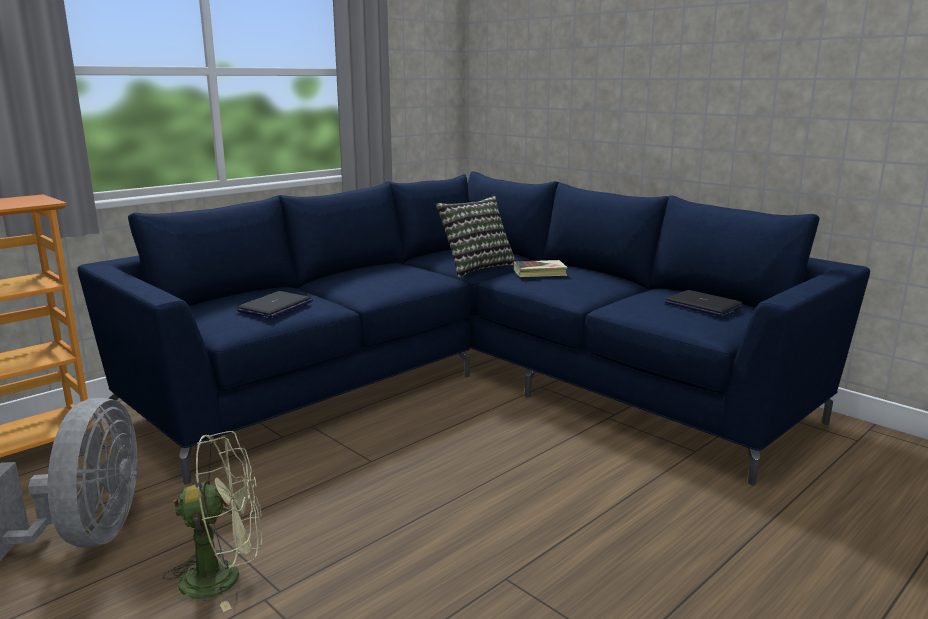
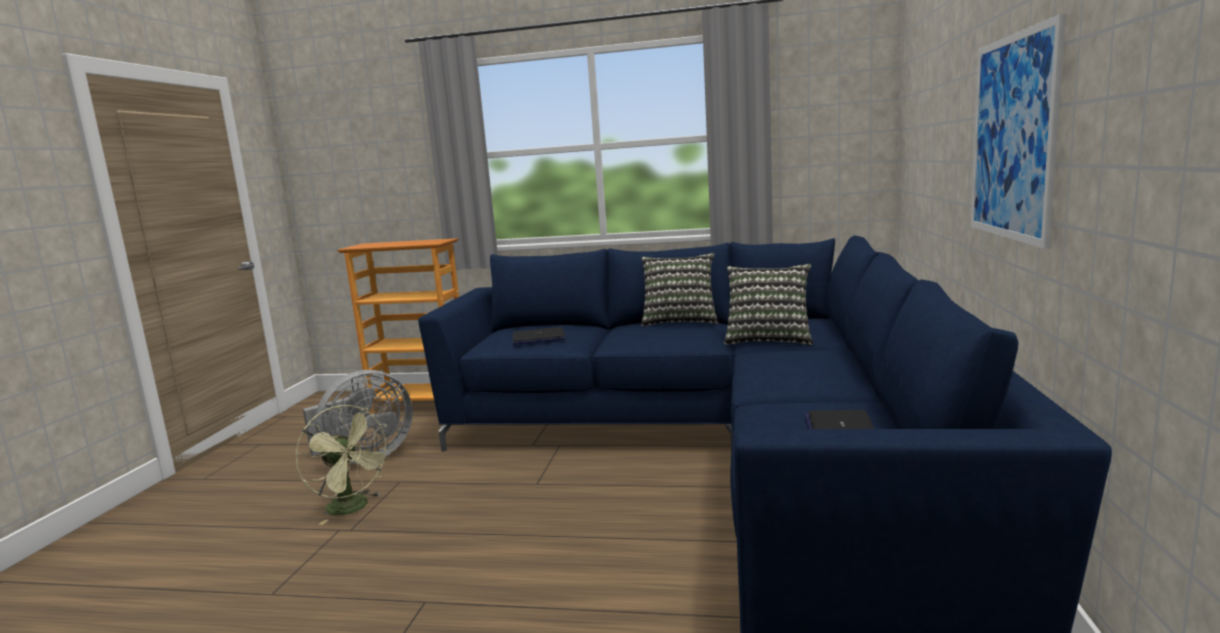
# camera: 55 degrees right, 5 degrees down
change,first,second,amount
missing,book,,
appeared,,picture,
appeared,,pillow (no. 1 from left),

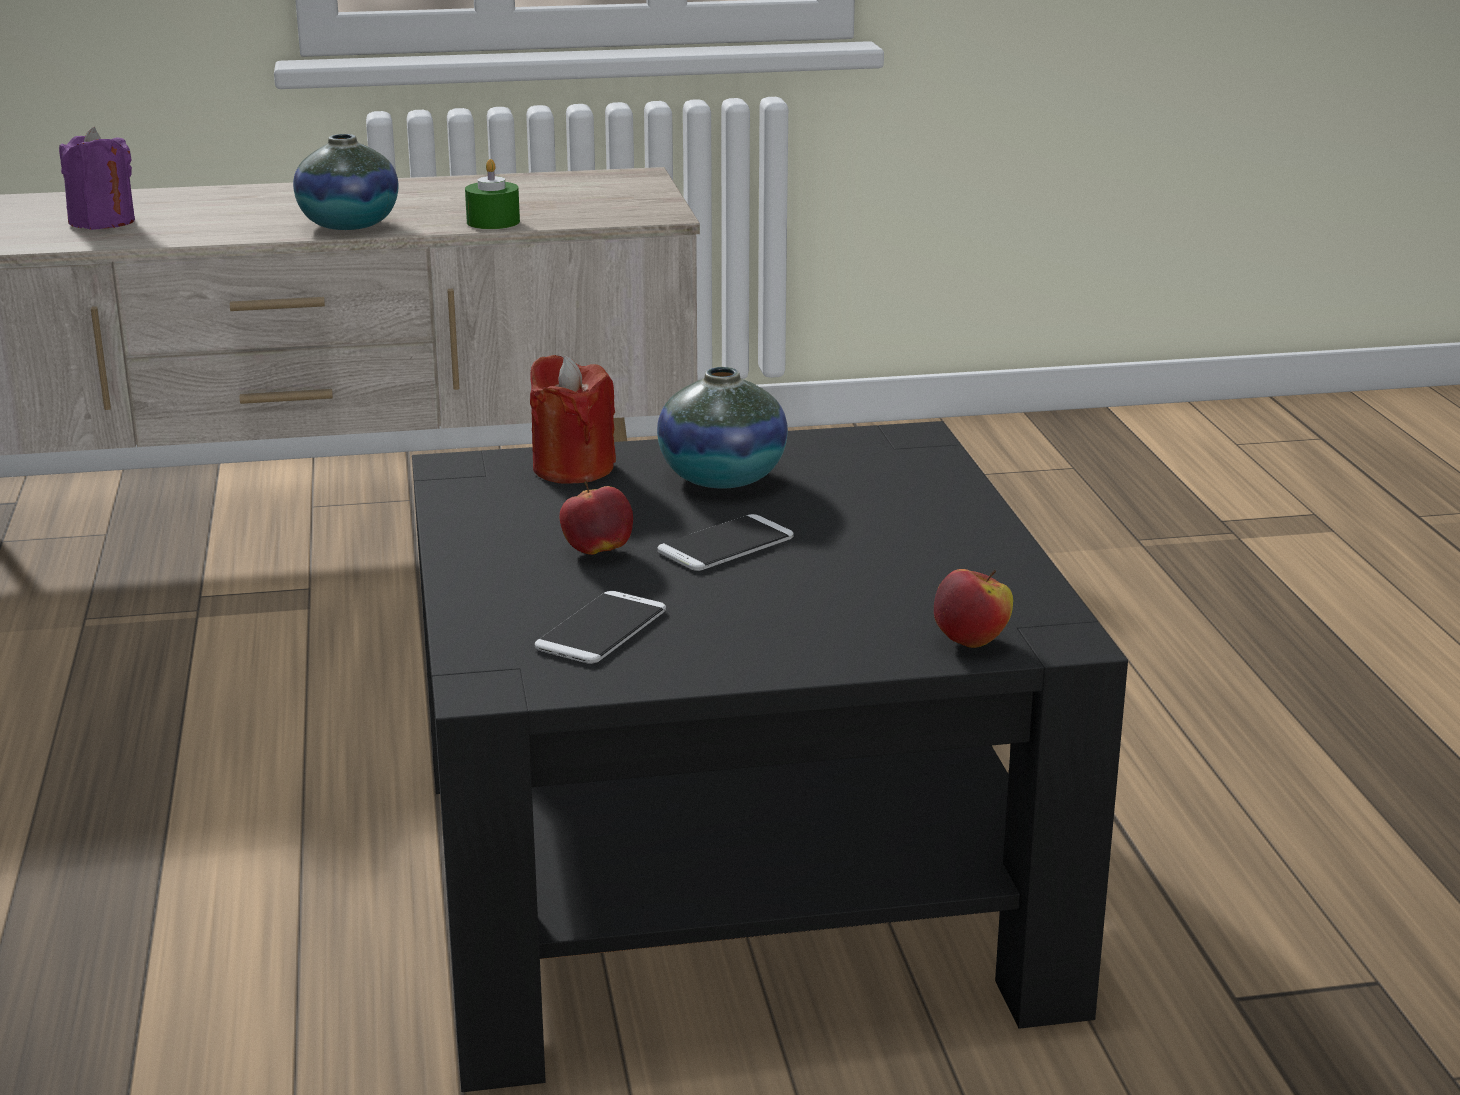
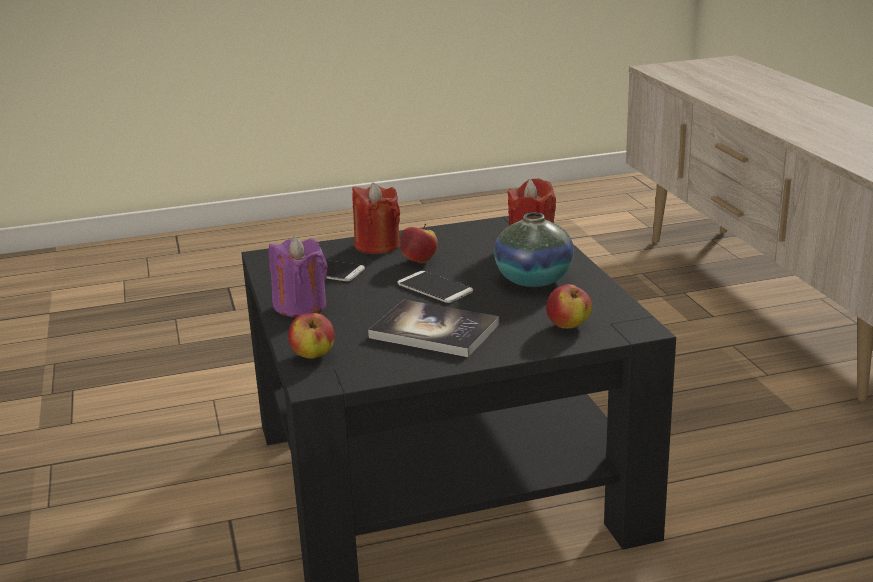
# camera: 85 degrees right, 0 degrees up
change,first,second,amount
relocated,candle/purple,,
missing,vase (no. 1 from left),,
missing,candle/green,,
appeared,,candle/red (no. 1 from left),
appeared,,apple (no. 3 from left),
appeared,,book,

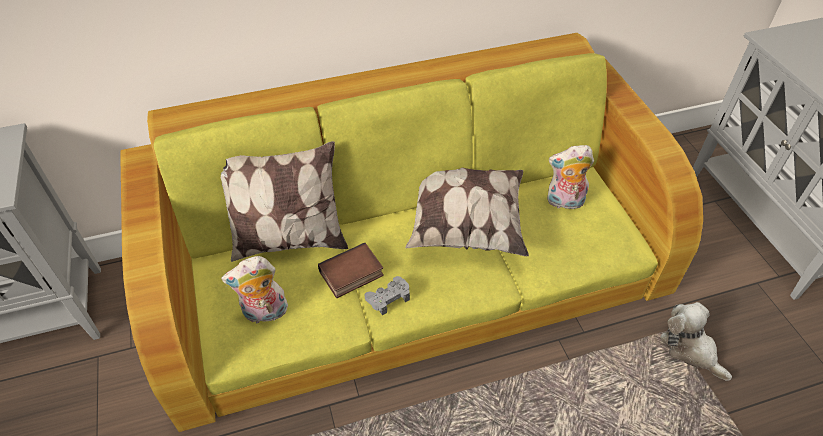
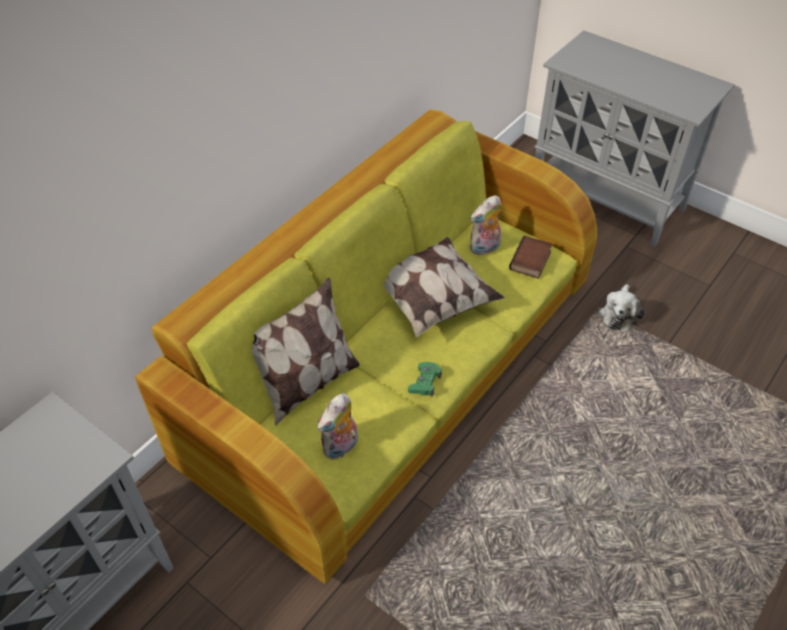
# camera: 35 degrees left, 0 degrees up
change,first,second,amount
relocated,book,,
colour,game controller/grey,game controller/green,
spun,plush toy (no. 3 from left),,90 degrees counterclockwise

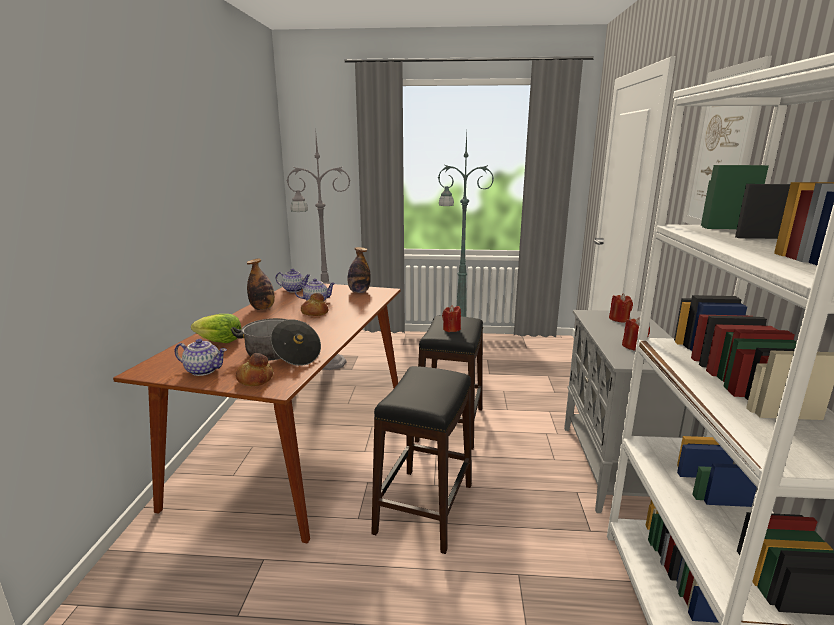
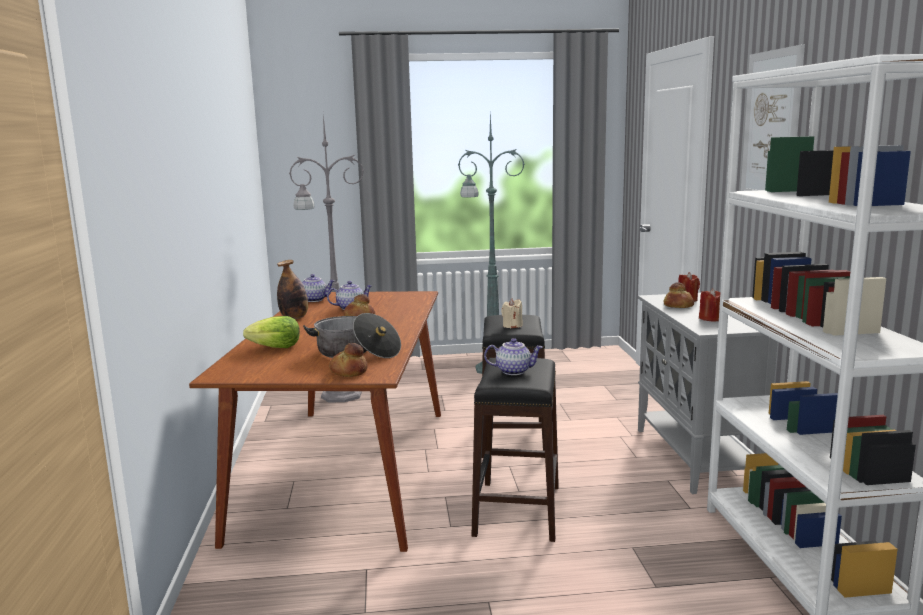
# camera: 10 degrees left, 5 degrees down
change,first,second,amount
missing,bottle (no. 2 from left),,
colour,candle/red (no. 1 from left),candle/beige,
relocated,teapot (no. 1 from left in the first image),teapot (no. 3 from left),
appeared,,bread (no. 3 from left),

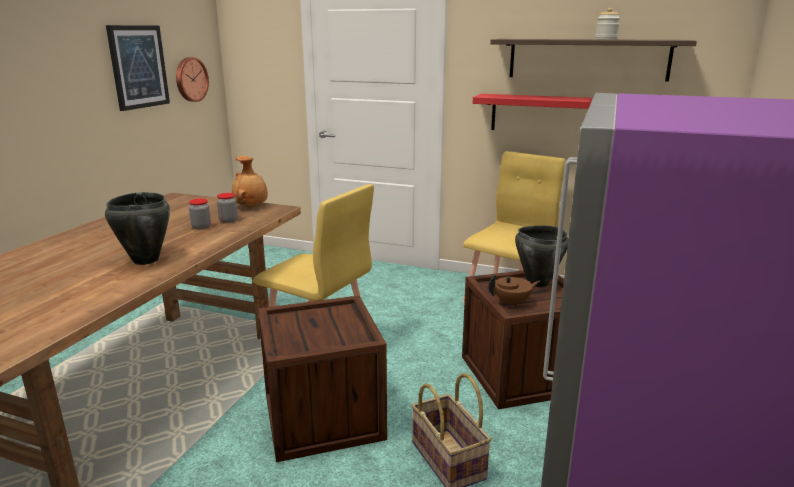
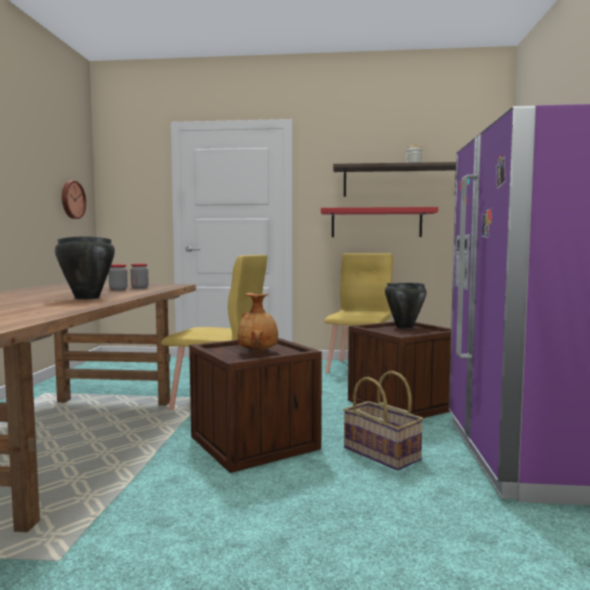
# camera: 15 degrees left, 15 degrees down
change,first,second,amount
missing,picture,,
relocated,vase/brown,,
missing,teapot/brown,,

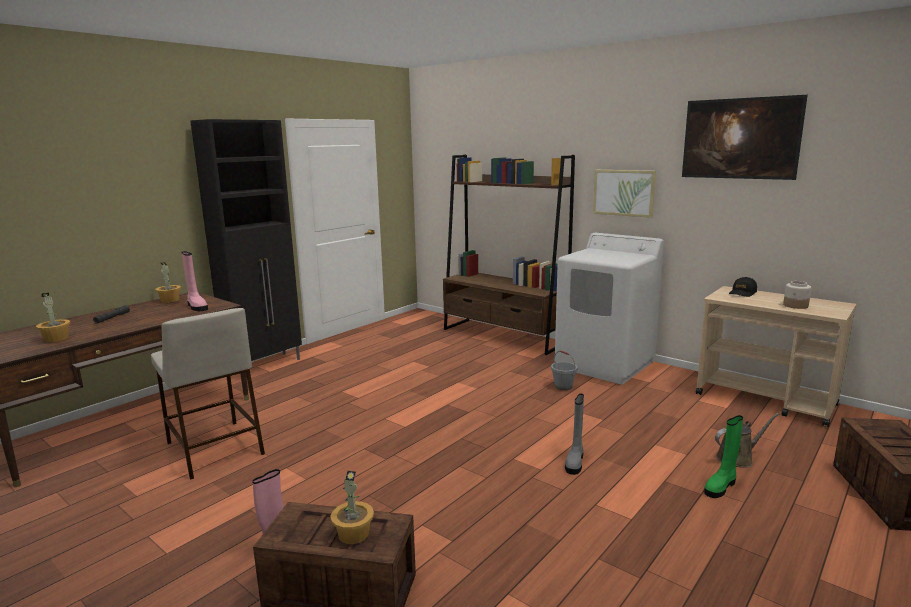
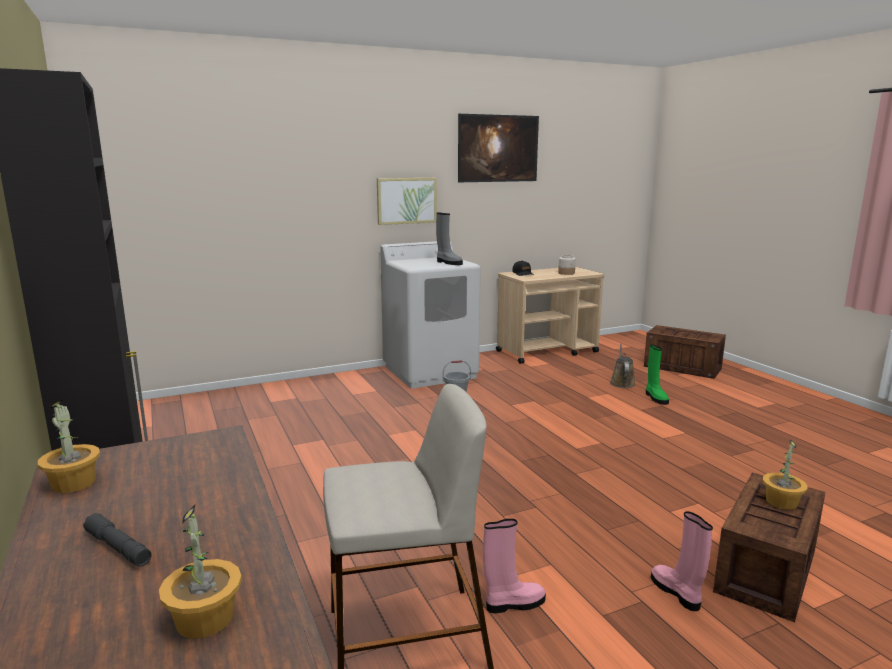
# camera: 65 degrees left, 0 degrees up
change,first,second,amount
missing,bookcase/brown,,
relocated,boot/pink (no. 1 from left),,
relocated,boot/grey,,

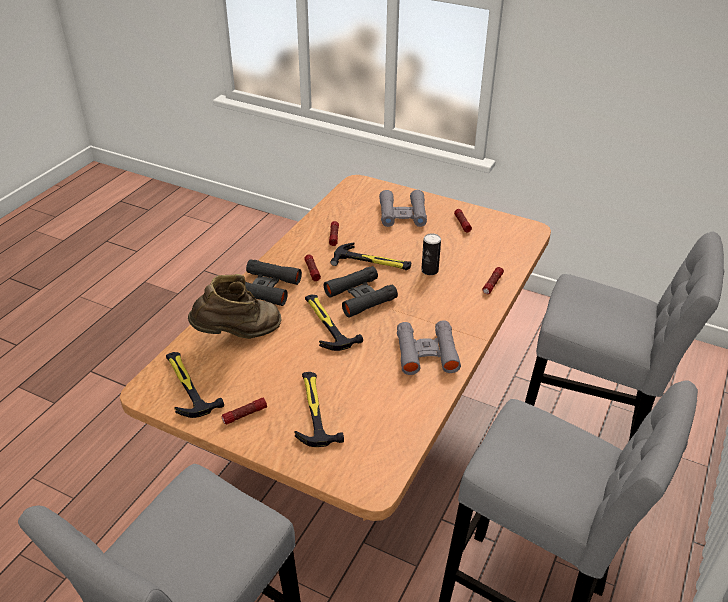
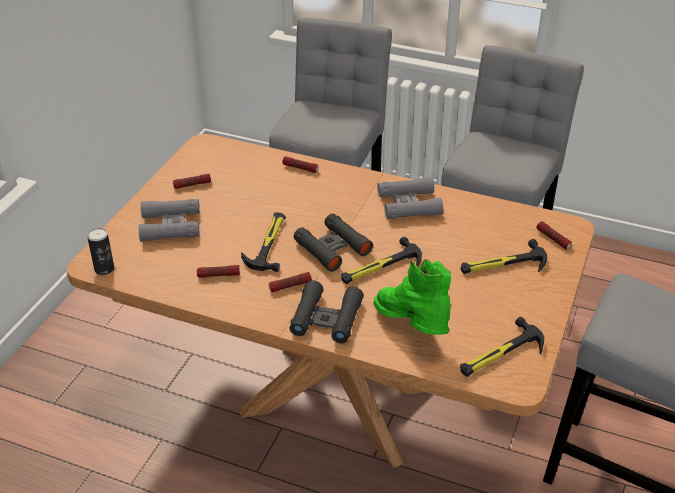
# camera: 95 degrees left, 0 degrees up
change,first,second,amount
relocated,can,,
colour,boot/brown,boot/green,
relocated,flashlight (no. 1 from left in the first image),flashlight (no. 5 from left),

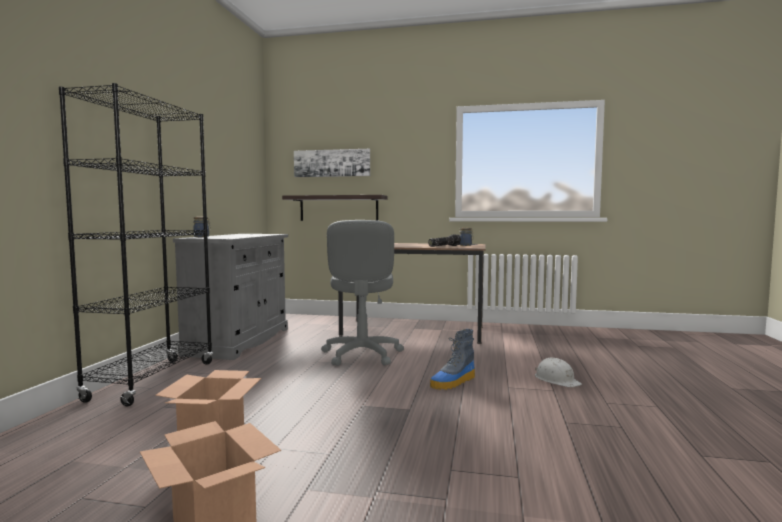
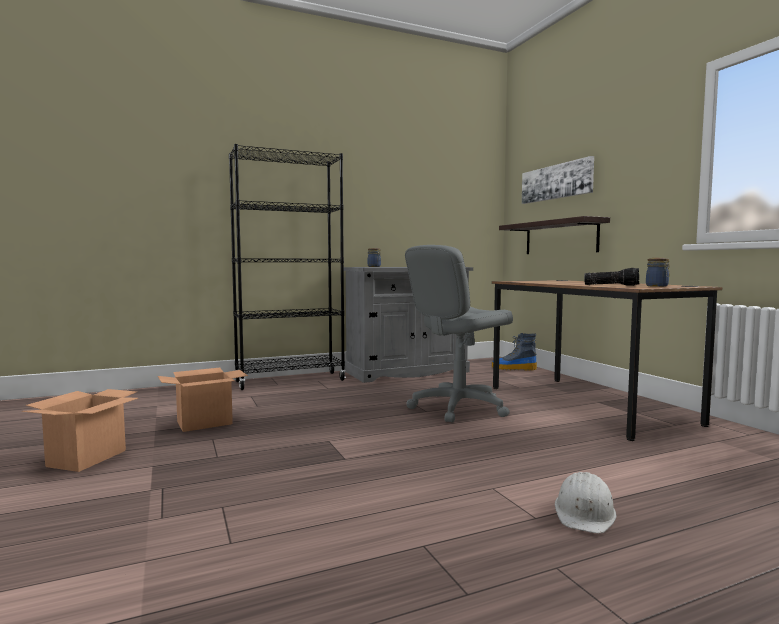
# camera: 55 degrees right, 0 degrees up
change,first,second,amount
relocated,boot,,

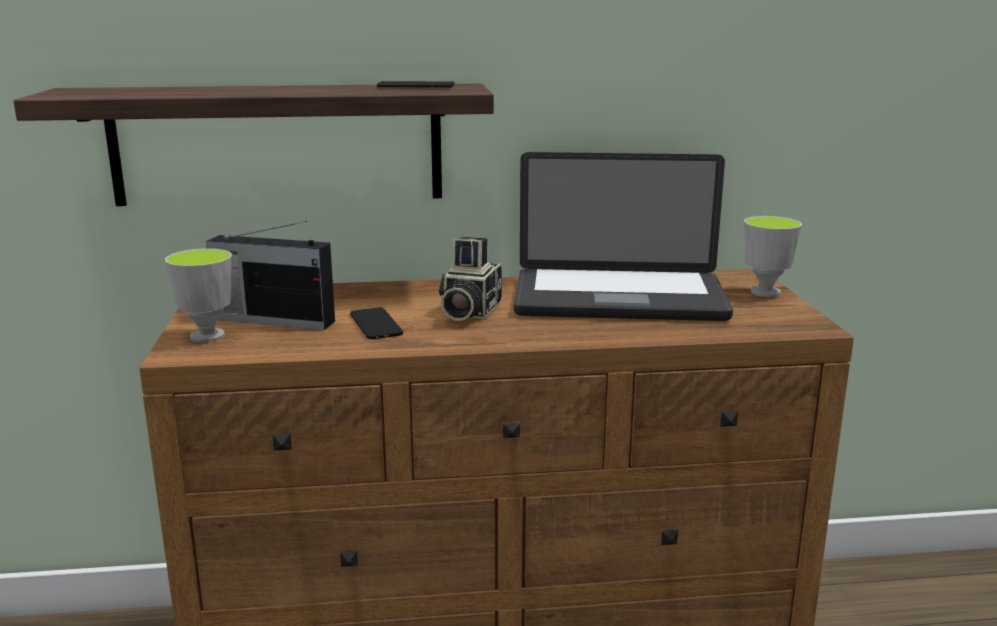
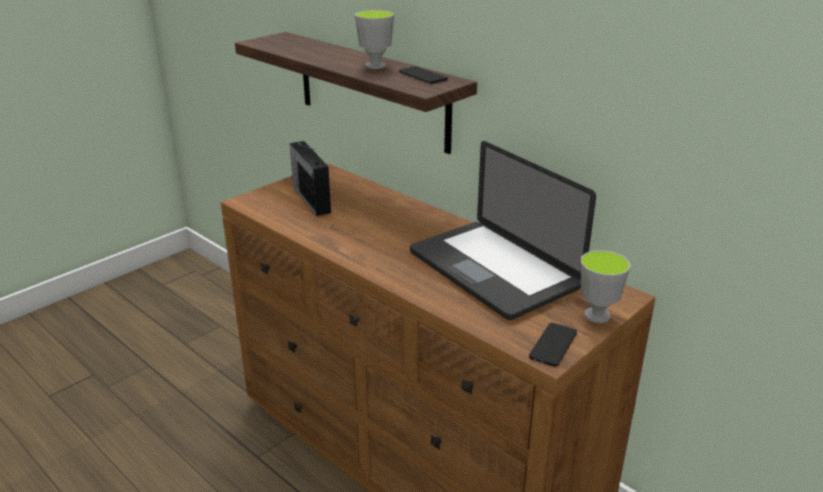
# camera: 50 degrees right, 10 degrees up
change,first,second,amount
missing,photo camera,,
relocated,cup (no. 1 from left),,
relocated,phone (no. 1 from left in the first image),phone (no. 2 from left),

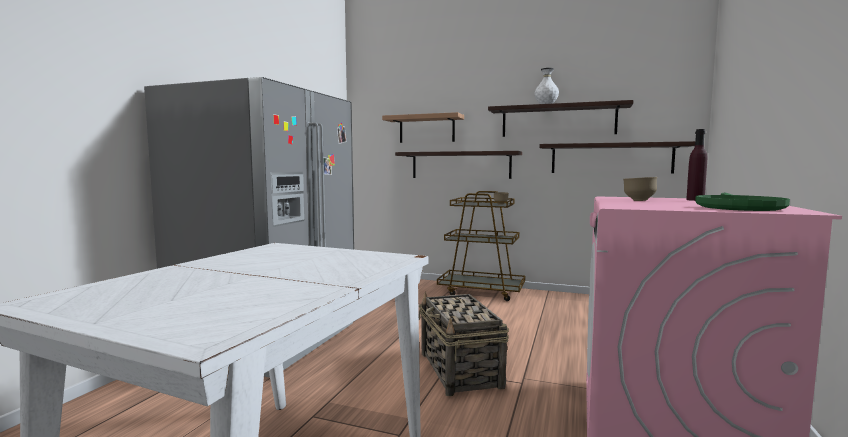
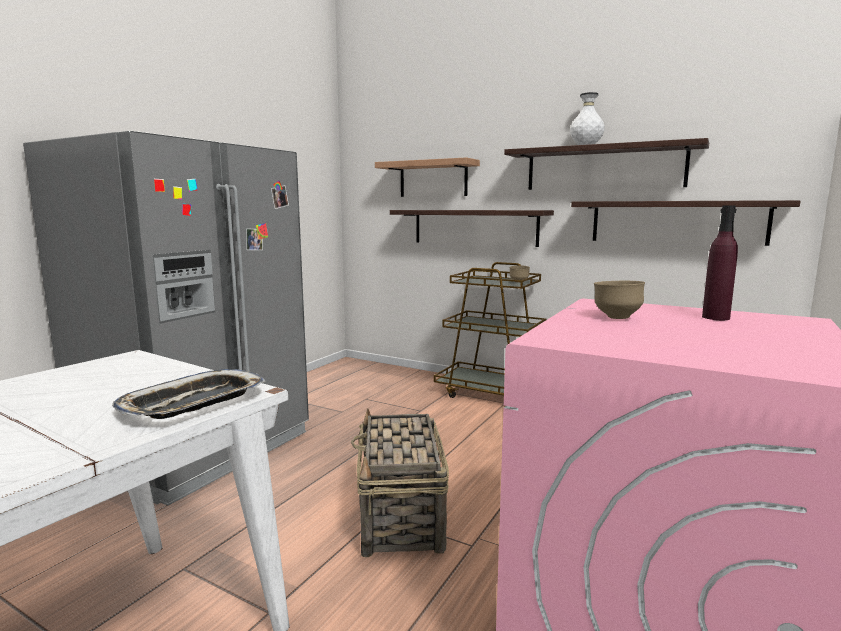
# camera: 10 degrees right, 5 degrees up
change,first,second,amount
missing,frying pan/green,,
appeared,,tray,

